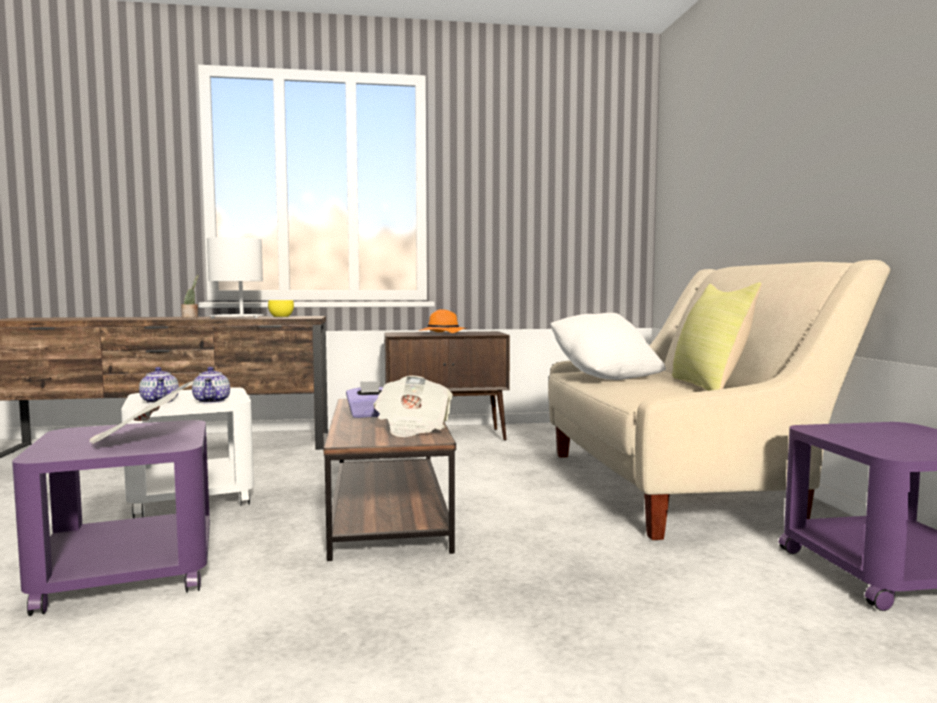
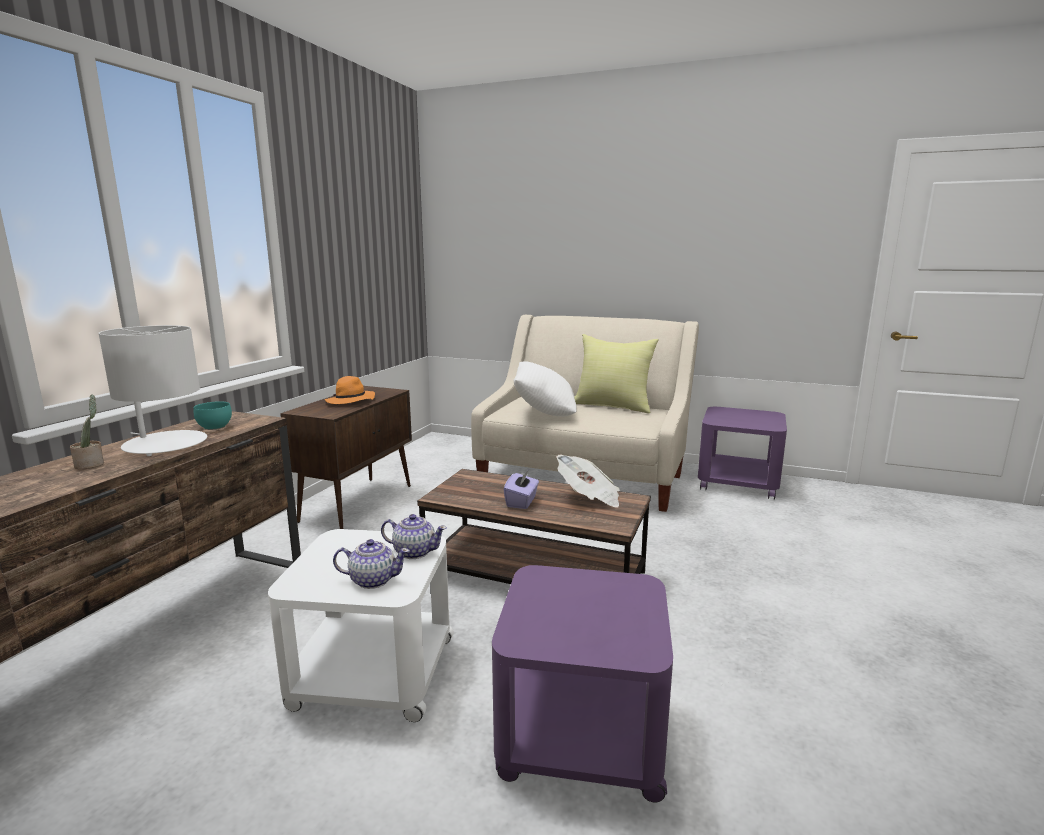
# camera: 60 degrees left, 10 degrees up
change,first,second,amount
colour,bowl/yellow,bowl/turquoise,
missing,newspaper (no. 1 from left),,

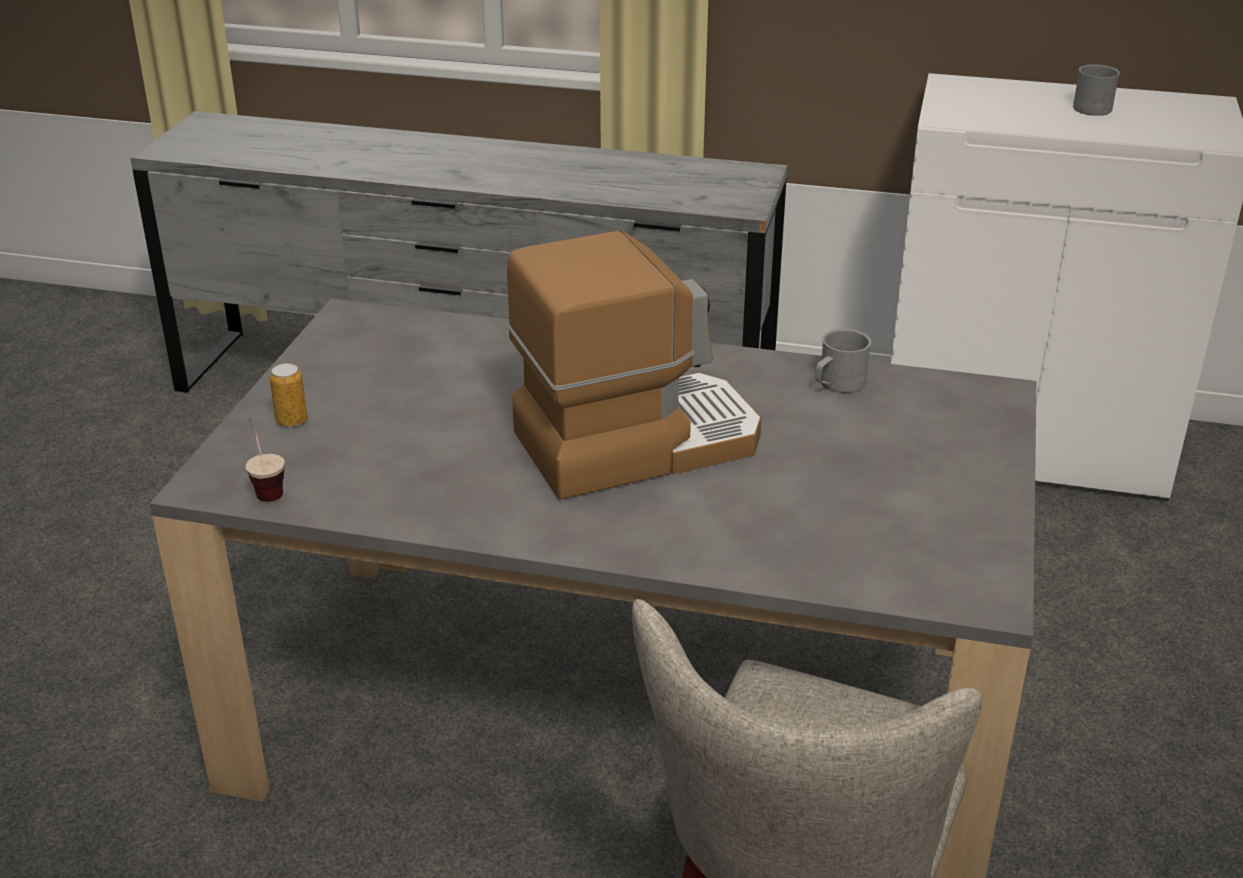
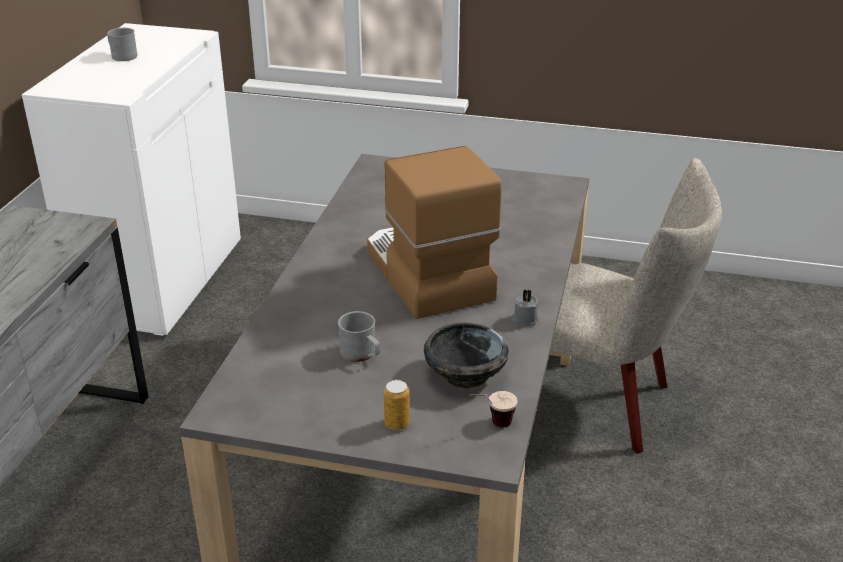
# camera: 90 degrees left, 0 degrees up
change,first,second,amount
relocated,mug/grey (no. 1 from left in the first image),mug/grey (no. 2 from left),
appeared,,candle/grey,
appeared,,bowl/black,

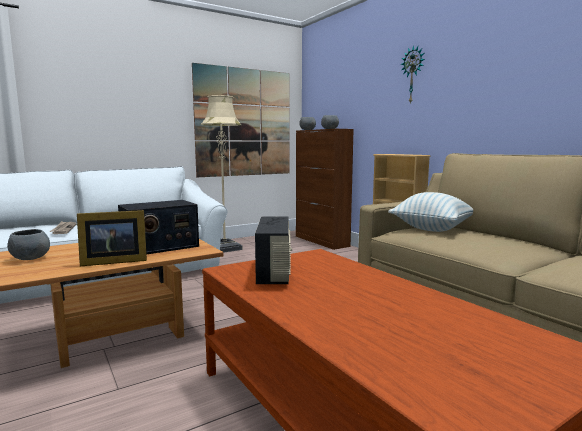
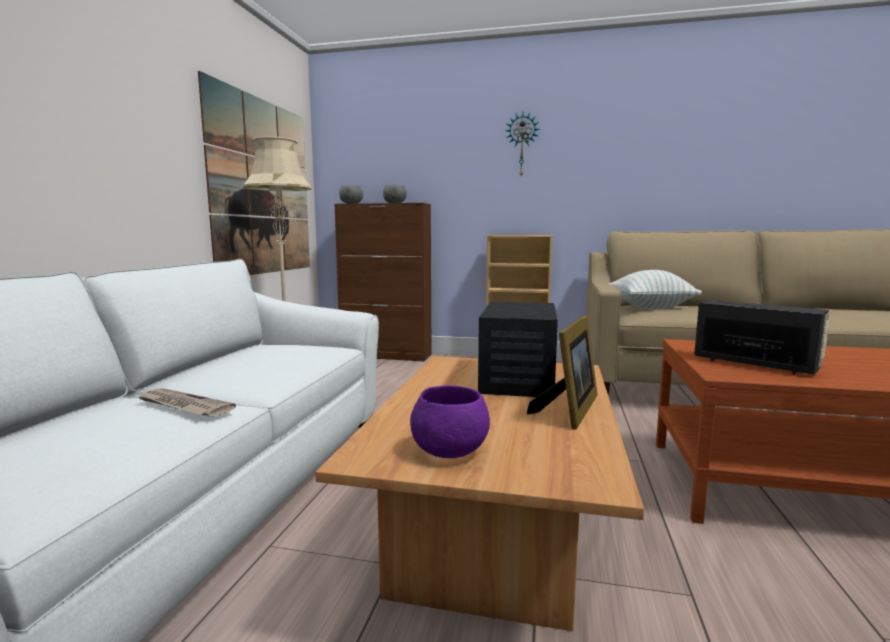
# camera: 45 degrees left, 0 degrees up
change,first,second,amount
colour,bowl/grey (no. 1 from left),bowl/purple,

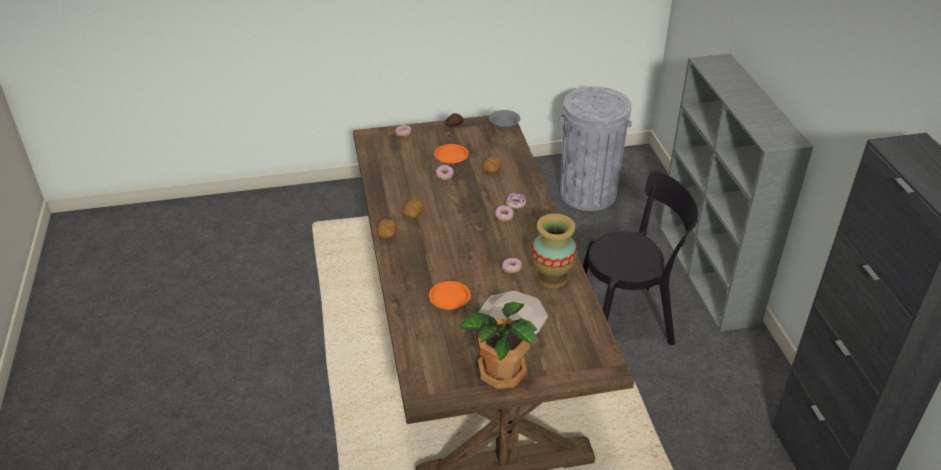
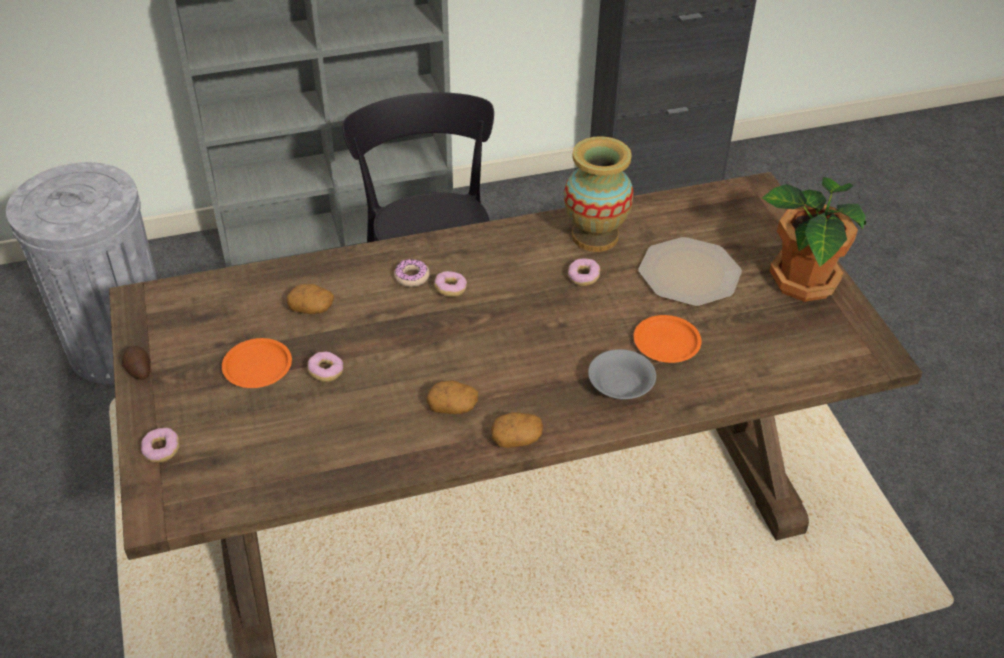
# camera: 95 degrees left, 5 degrees up
change,first,second,amount
relocated,bowl/grey,,

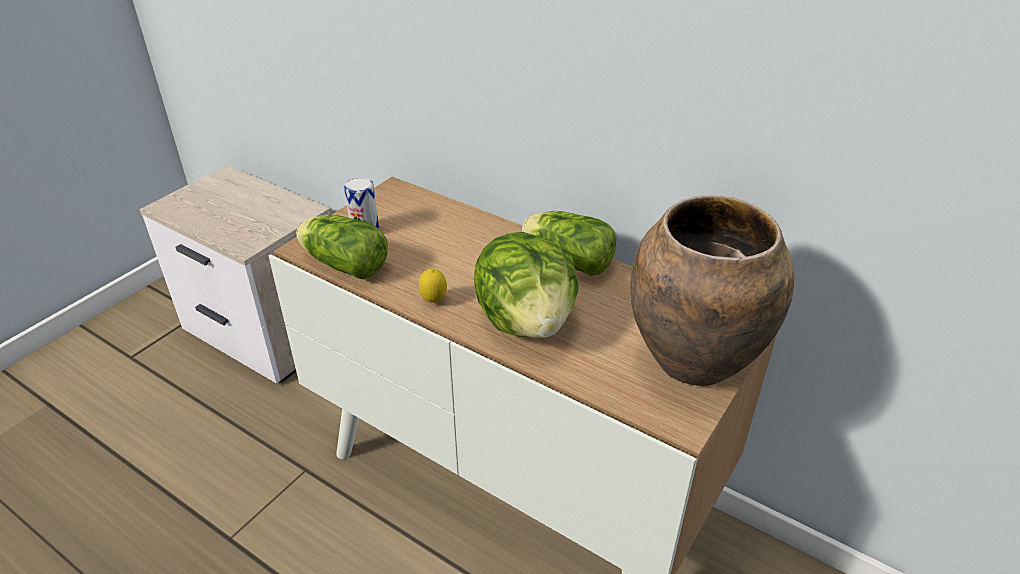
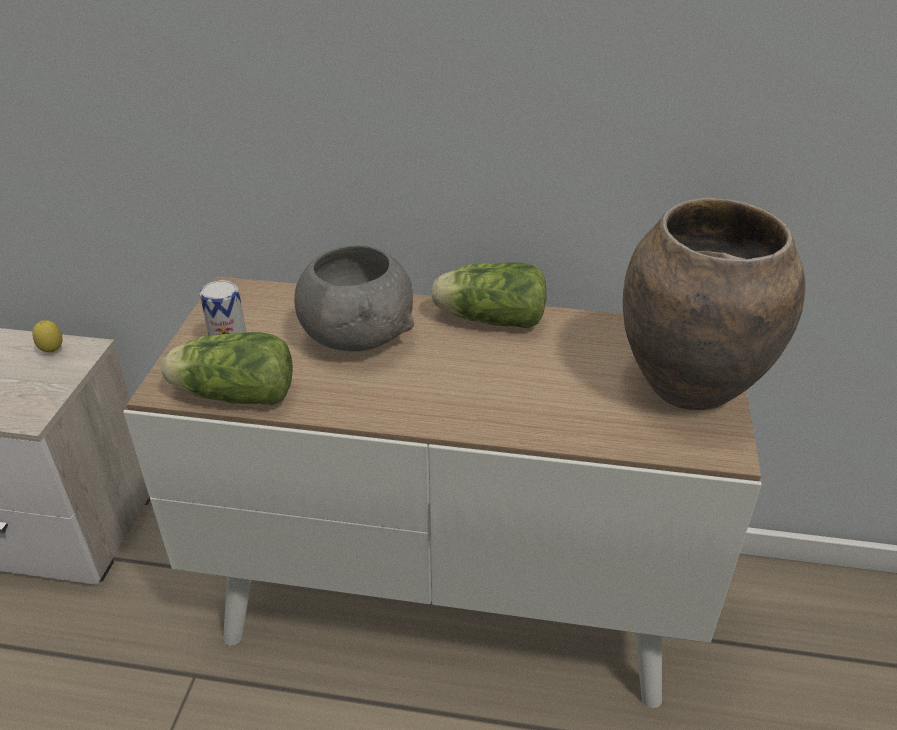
# camera: 25 degrees left, 0 degrees up
change,first,second,amount
missing,lettuce (no. 2 from left),,
relocated,lemon,,
appeared,,bowl/grey,

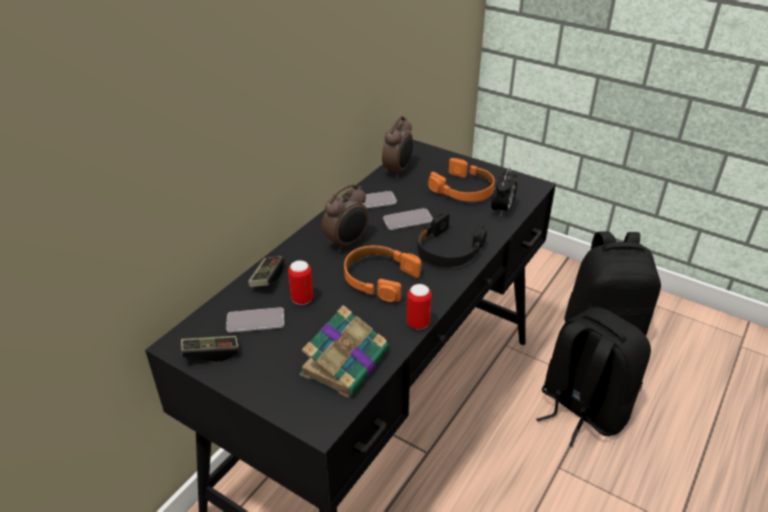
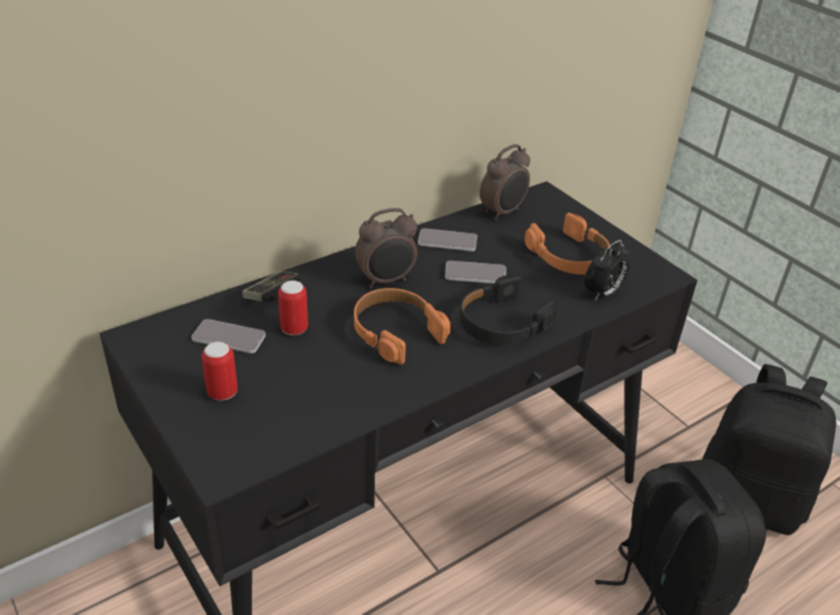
# camera: 20 degrees right, 0 degrees up
change,first,second,amount
relocated,can (no. 2 from left in the first image),can (no. 1 from left),
missing,book,,
missing,game controller (no. 1 from left),,

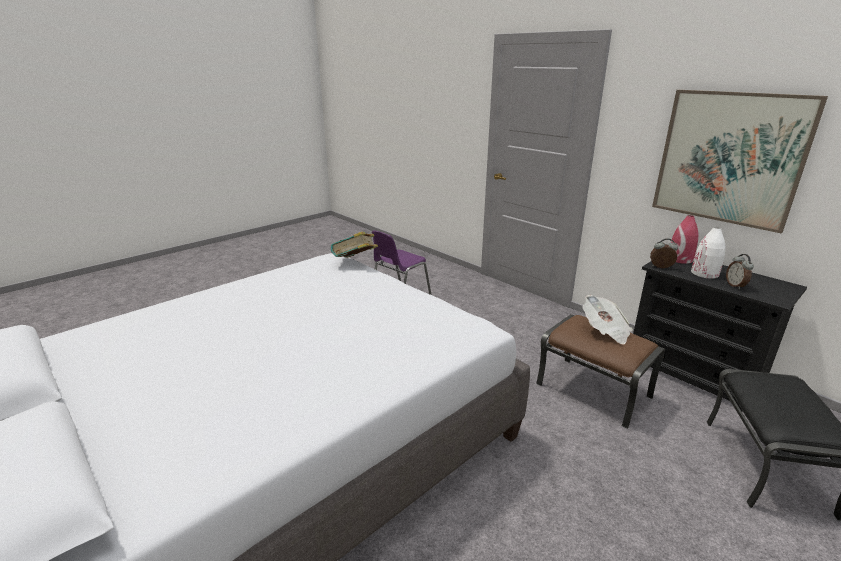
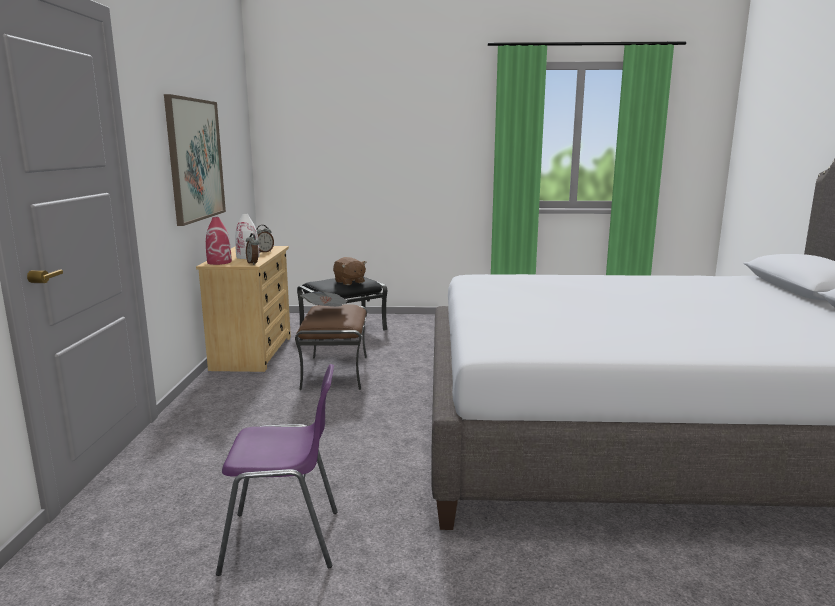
# camera: 135 degrees left, 10 degrees down
change,first,second,amount
missing,book,,
colour,dresser/black,dresser/beige,
appeared,,plush toy/brown,

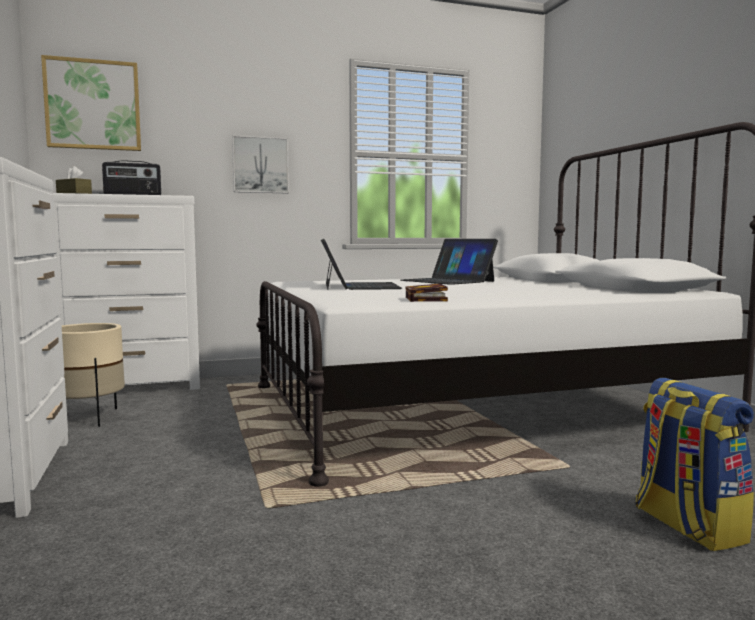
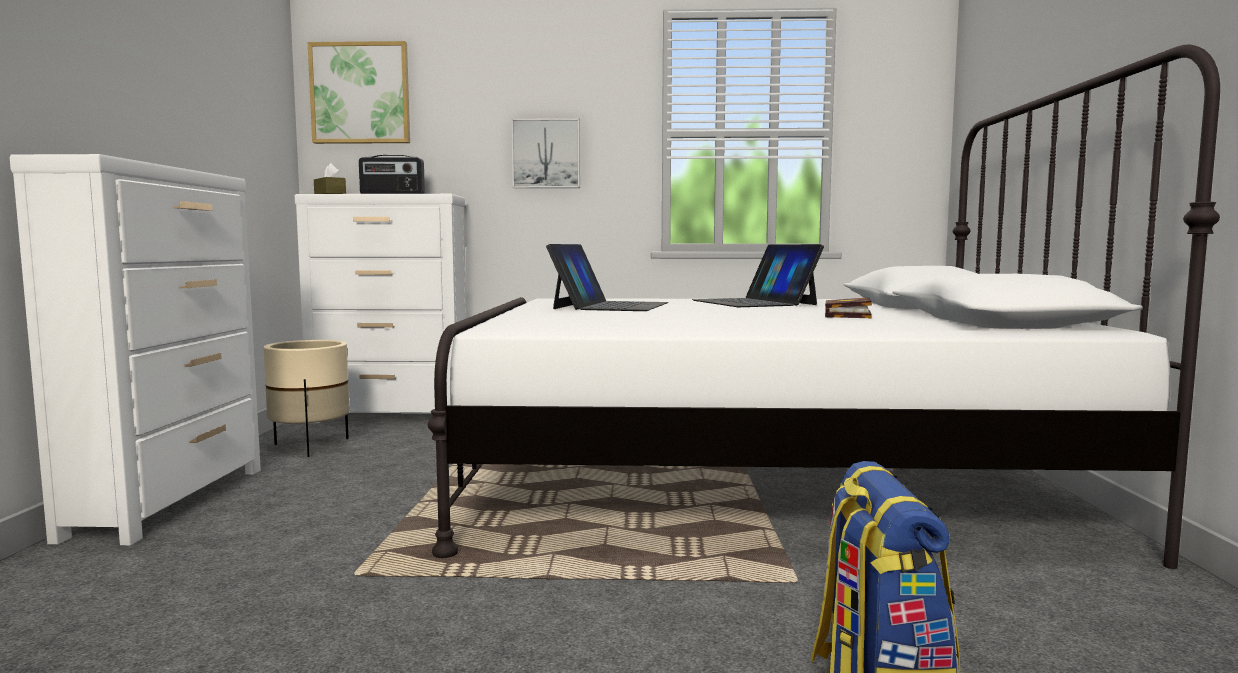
# camera: 20 degrees right, 0 degrees up
change,first,second,amount
relocated,book,,

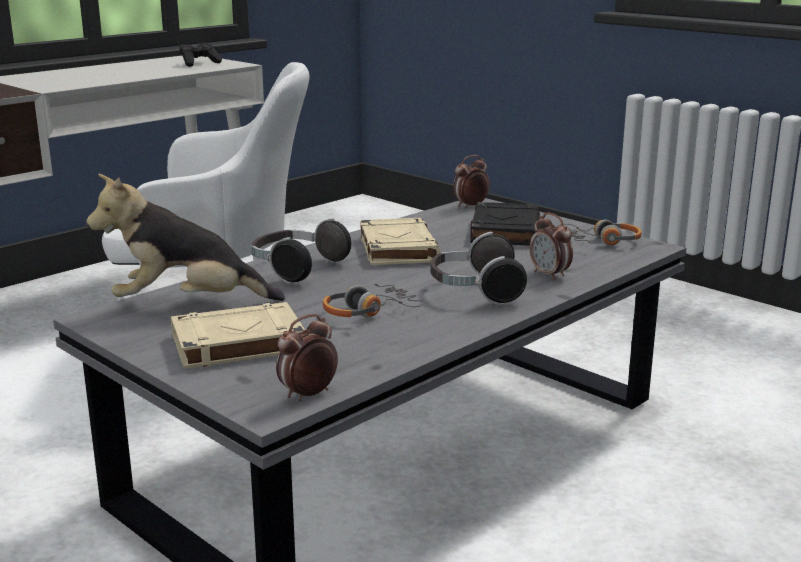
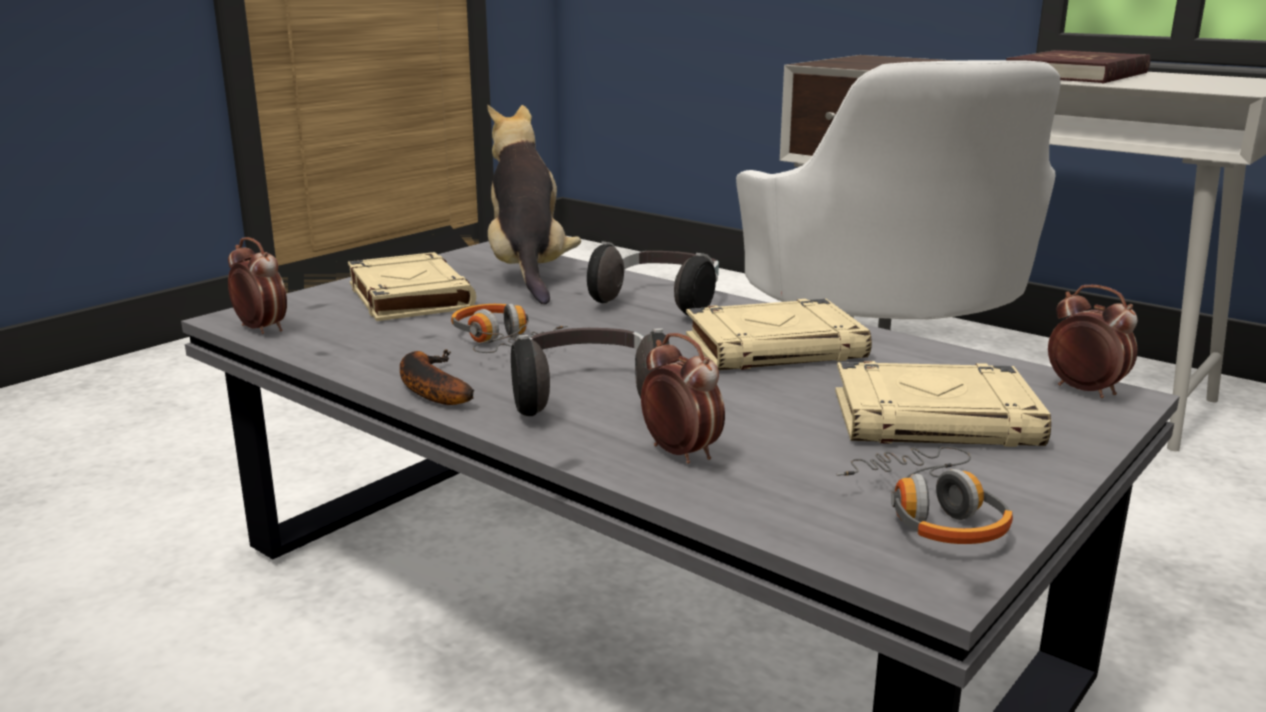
# camera: 85 degrees right, 0 degrees up
change,first,second,amount
missing,game controller/black,,
colour,book/black,book/beige (no. 3 from left),
spun,alarm clock (no. 3 from left in the first image),alarm clock (no. 2 from left),90 degrees clockwise
appeared,,book/red,
appeared,,banana,

